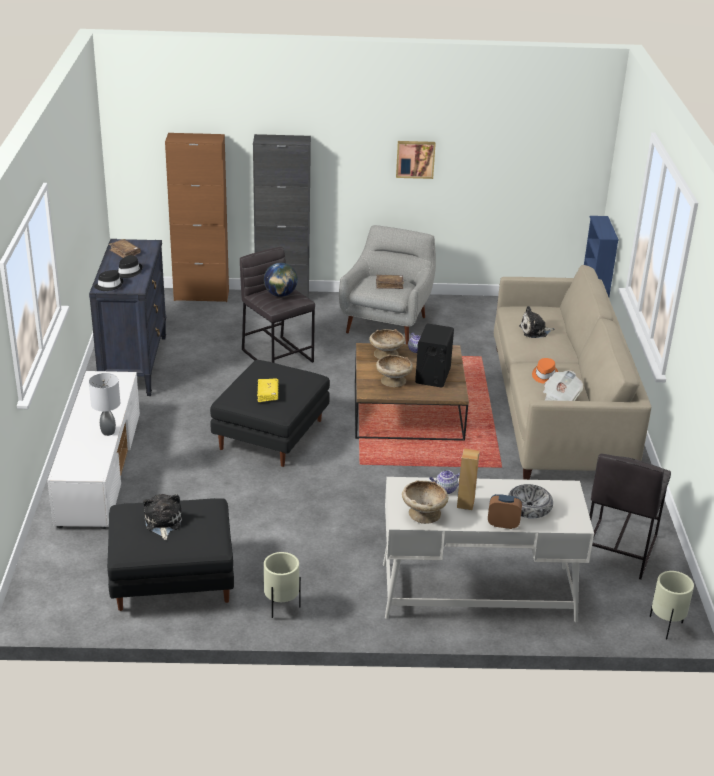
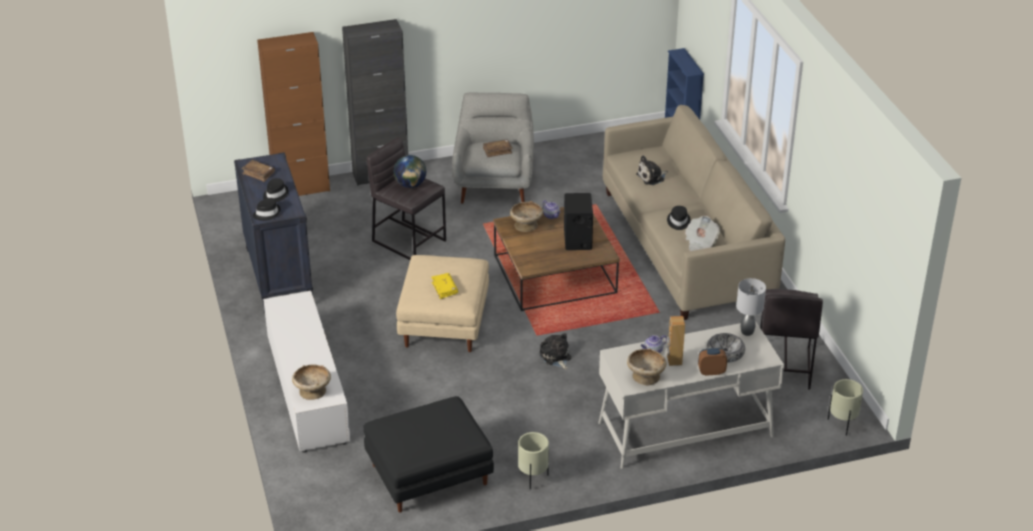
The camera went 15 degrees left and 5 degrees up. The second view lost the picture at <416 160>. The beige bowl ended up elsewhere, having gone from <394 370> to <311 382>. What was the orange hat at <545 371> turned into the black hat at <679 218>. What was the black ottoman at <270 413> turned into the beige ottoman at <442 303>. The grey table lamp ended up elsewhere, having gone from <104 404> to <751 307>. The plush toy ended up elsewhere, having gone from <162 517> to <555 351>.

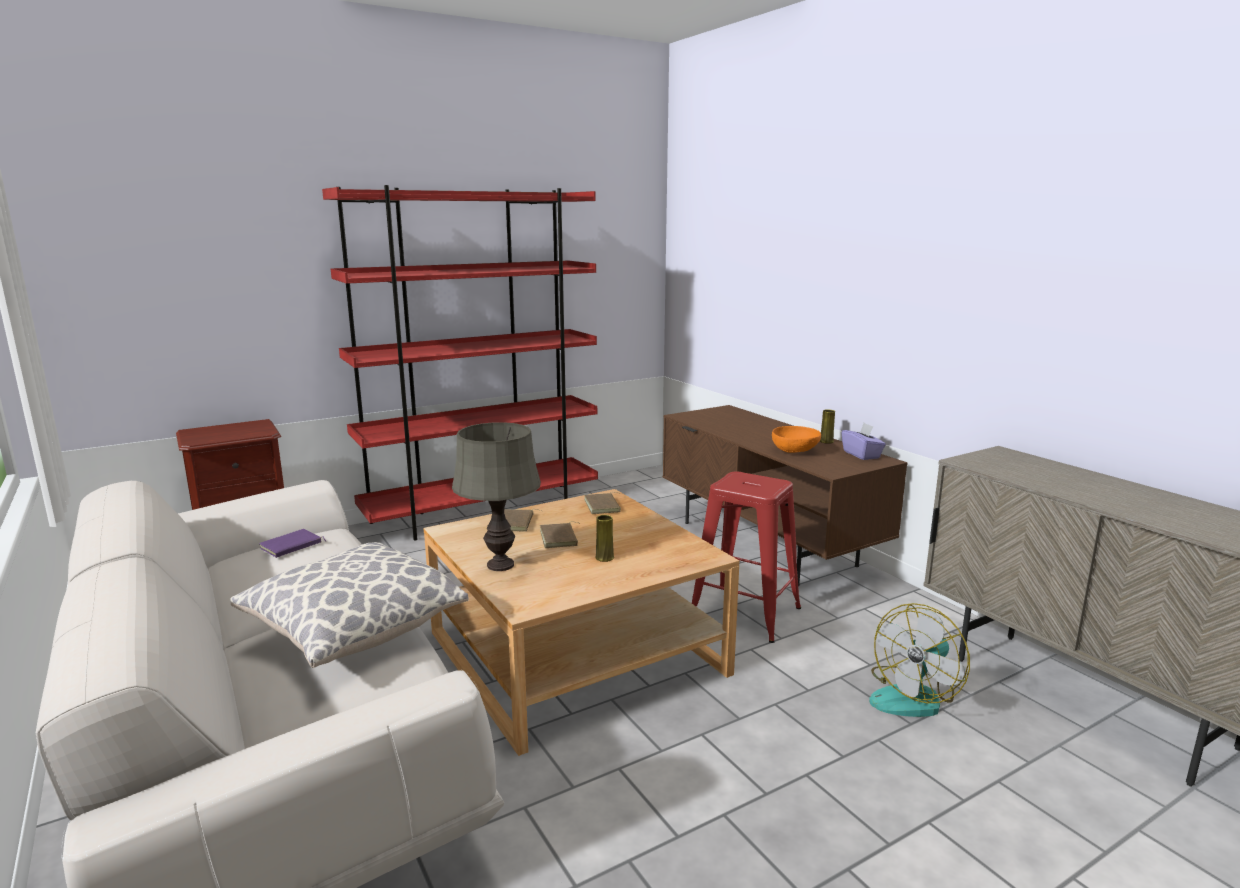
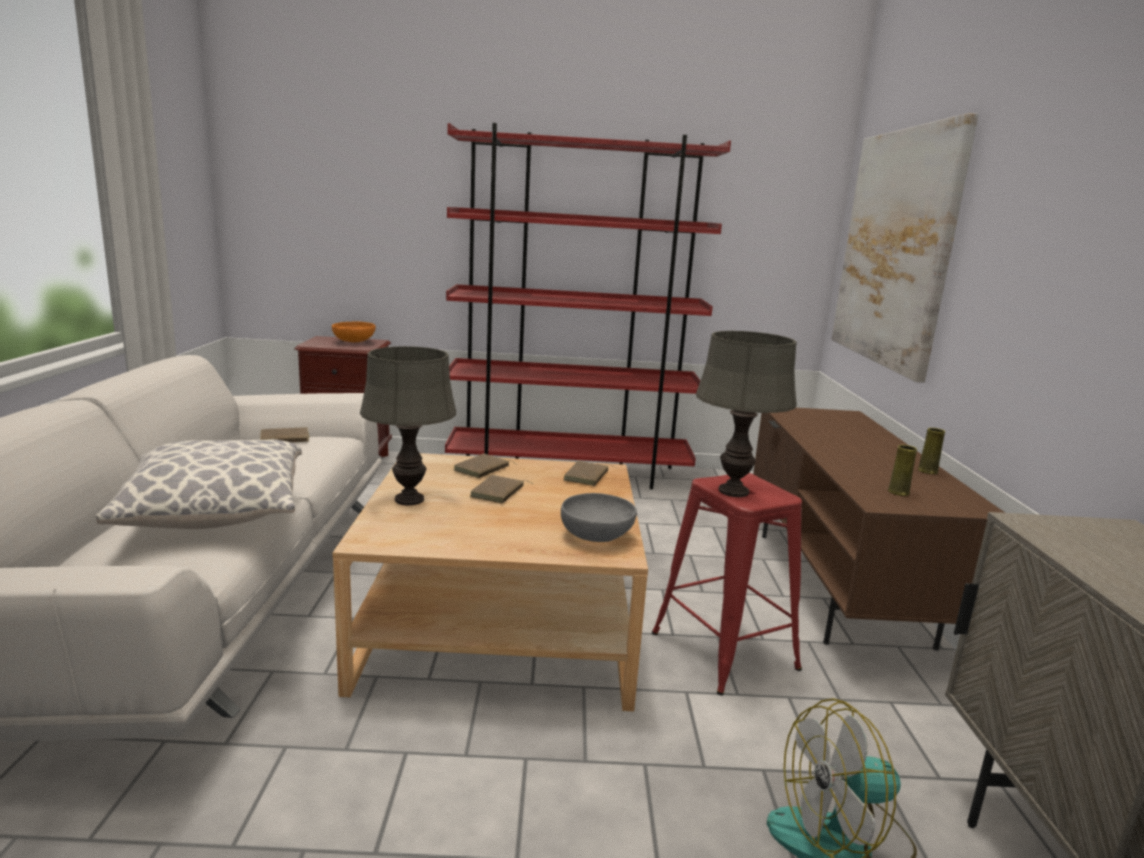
The camera went 30 degrees right and 0 degrees up. The second view lost the purple tissue box at <863 441>. The orange bowl ended up elsewhere, having gone from <796 439> to <354 332>. The yellow vase ended up elsewhere, having gone from <604 538> to <902 470>. What was the purple book at <292 543> turned into the brown book at <284 435>. The second view gained the picture at <905 248>. The second view gained the grey table lamp at <746 414>. The second view gained the grey bowl at <599 517>.

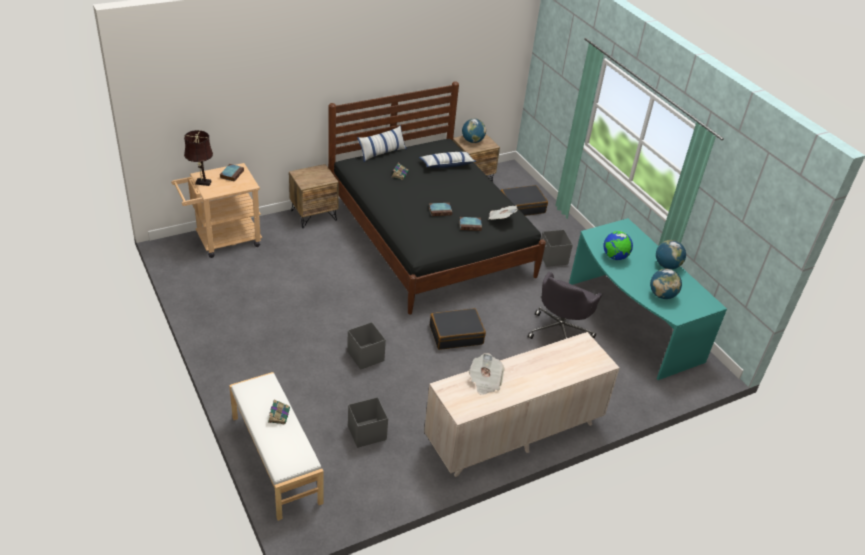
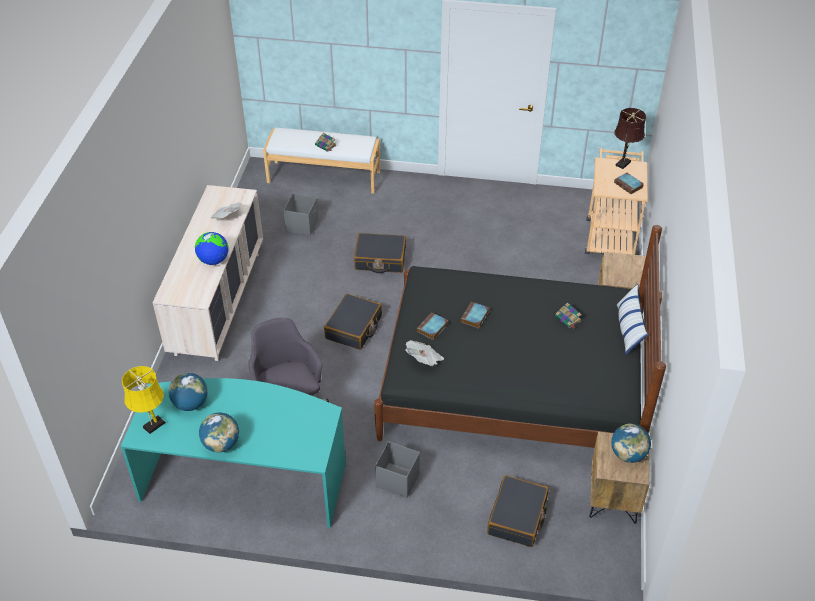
The camera went 130 degrees right and 5 degrees up. The second view lost the pillow at <447 160>. The globe ended up elsewhere, having gone from <618 245> to <212 248>. Where the grey storage box stood at <366 346>, the black suitcase came to stand at <380 253>. The second view gained the yellow table lamp at <144 400>.

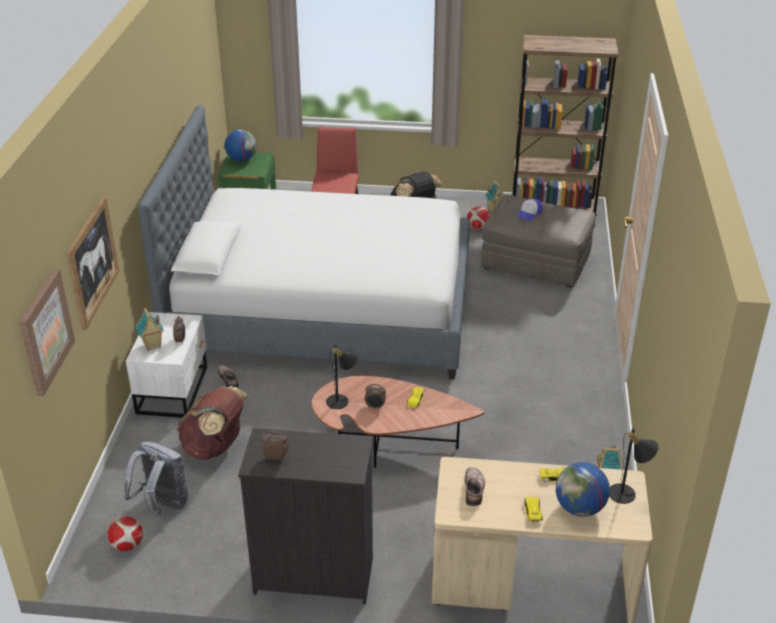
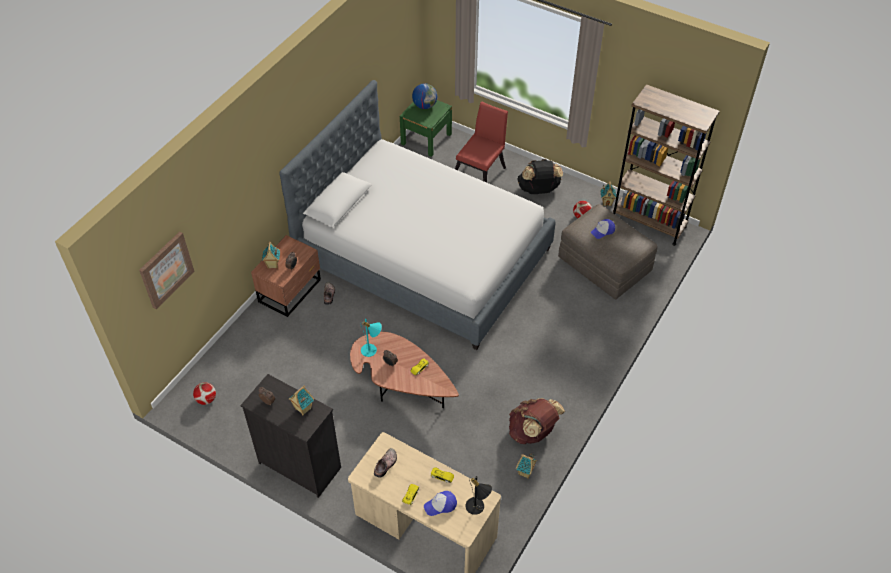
The camera went 25 degrees right and 15 degrees up. The second view lost the picture at <92 264>. What was the white nightstand at <166 365> turned into the brown nightstand at <286 276>. What was the black table lamp at <342 376> turned into the turquoise table lamp at <371 338>. The brown backpack ended up elsewhere, having gone from <212 423> to <537 421>. The second view lost the grey backpack at <156 479>. Where the globe stood at <583 489>, the cap came to stand at <440 503>. The second view gained the toy house at <301 400>.

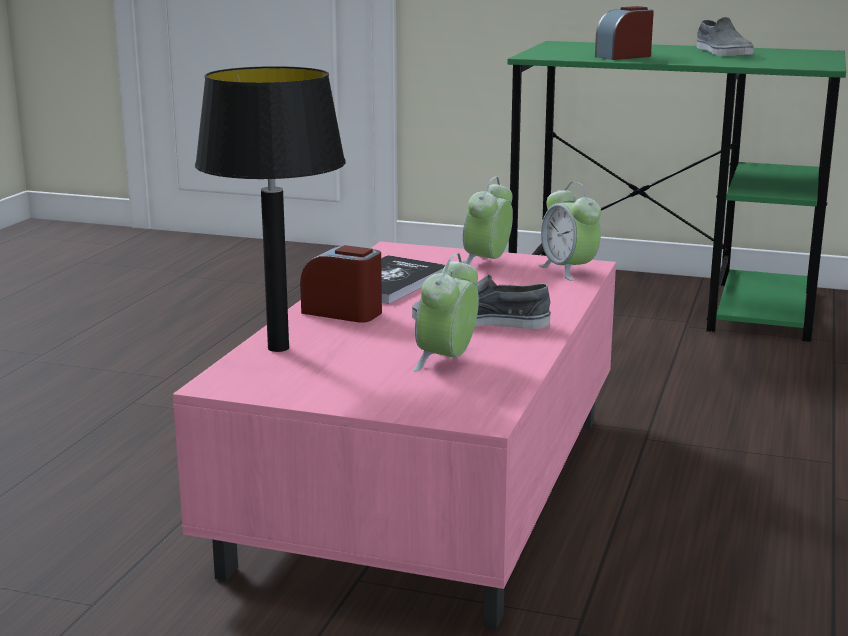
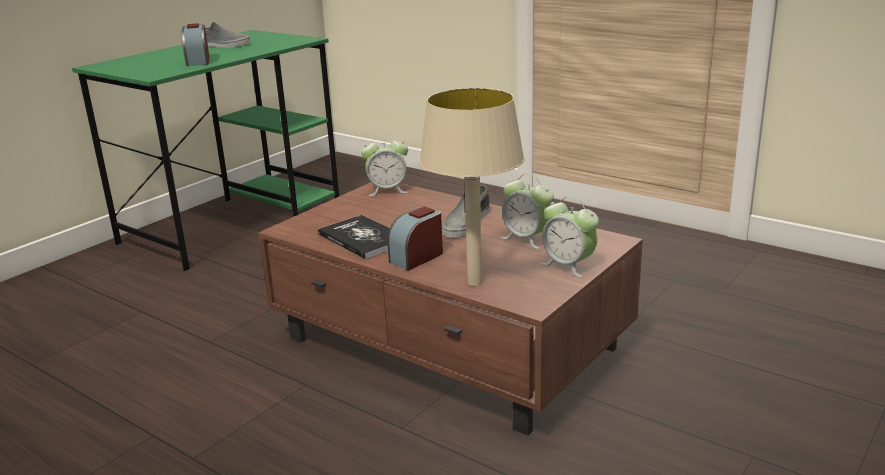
The camera went 70 degrees left and 5 degrees up. What was the black table lamp at <270 209> turned into the beige table lamp at <471 187>. The alarm clock ended up elsewhere, having gone from <488 221> to <570 237>. What was the pink coffee table at <394 436> turned into the brown coffee table at <451 309>.

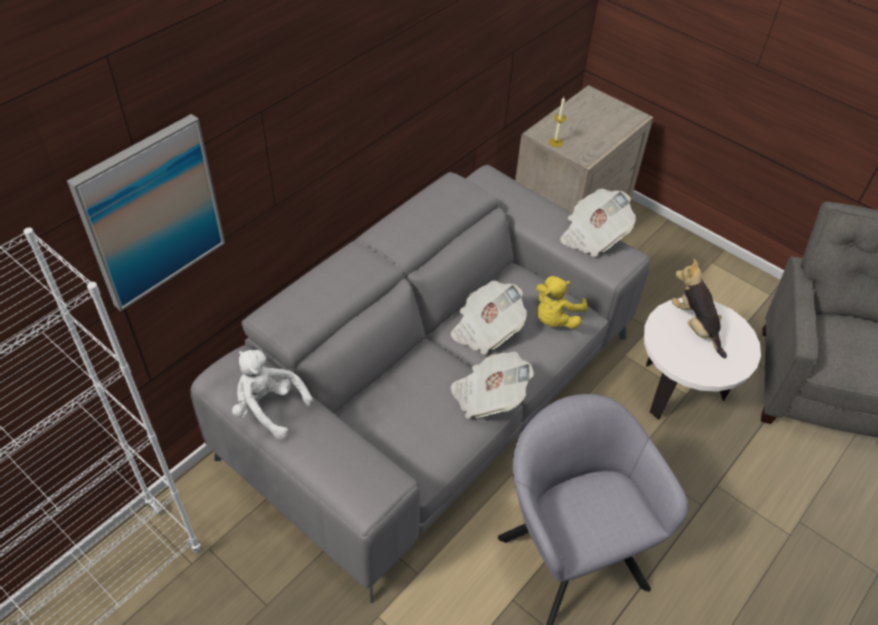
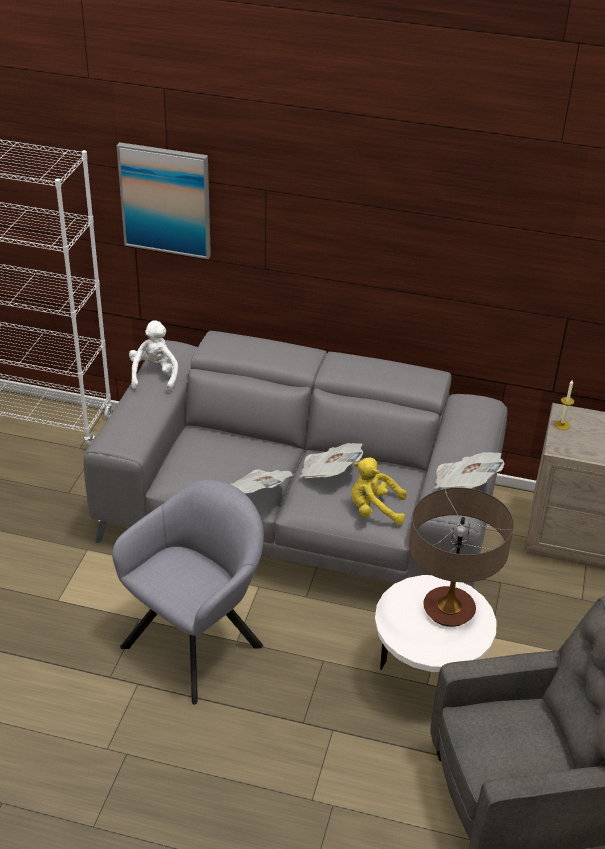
The camera went 65 degrees right and 10 degrees down. Where the plush toy stood at <699 308>, the table lamp came to stand at <461 557>.

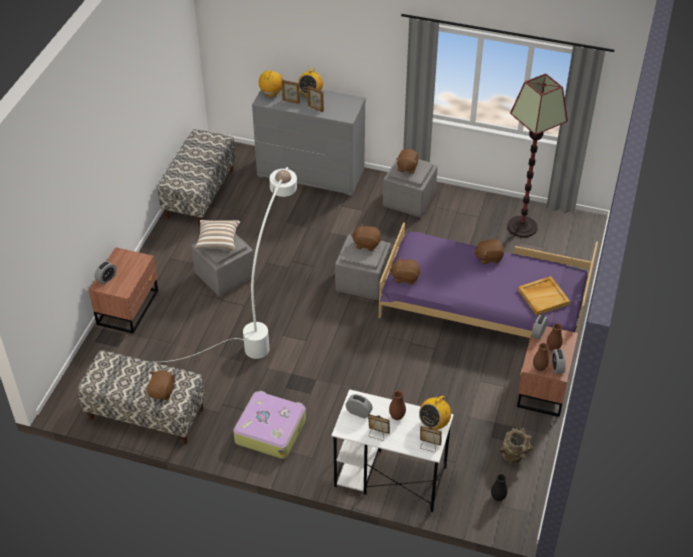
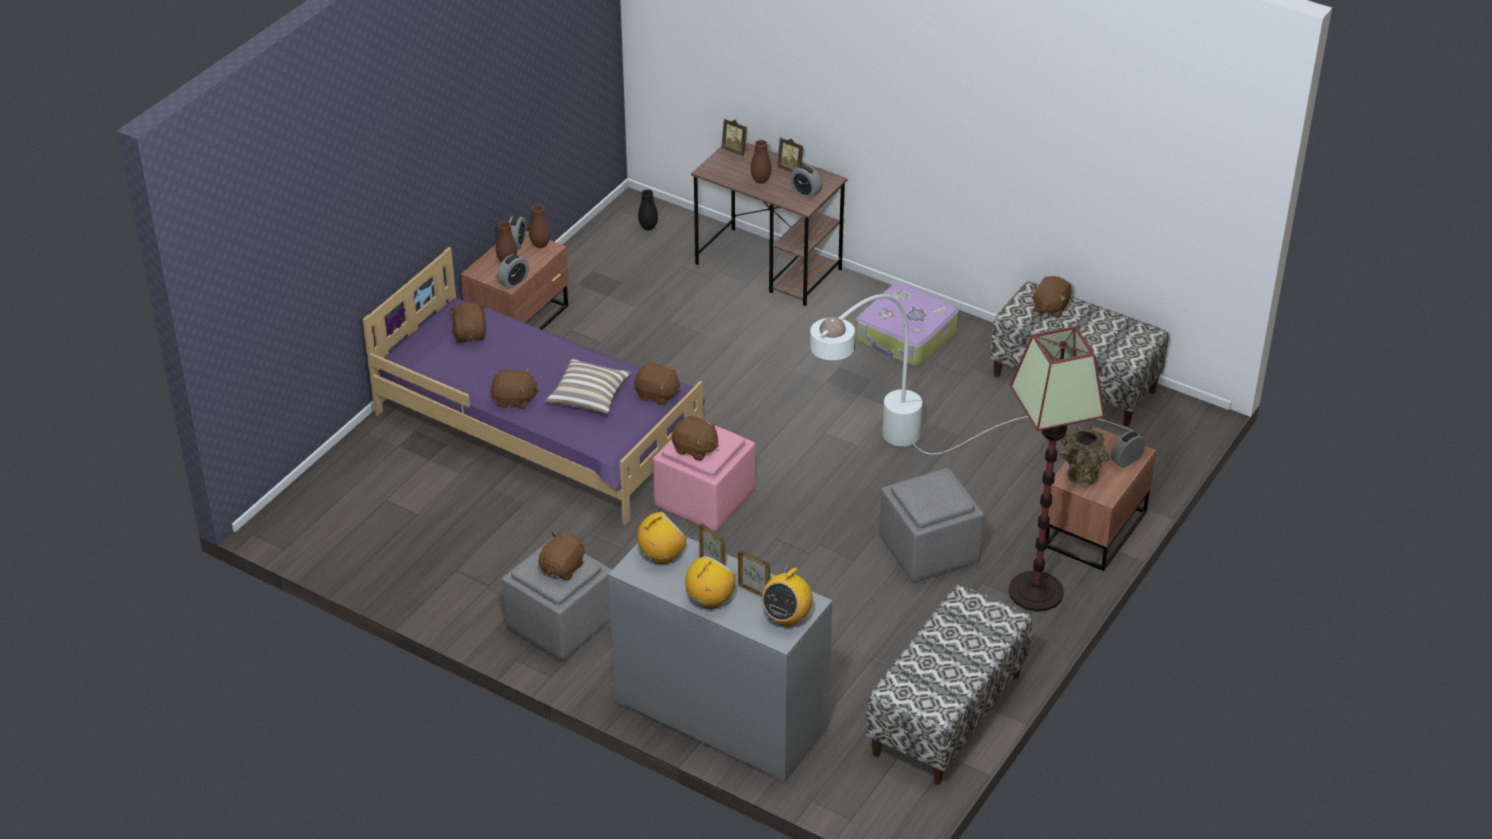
The camera went 165 degrees left and 5 degrees down. The floor lamp ended up elsewhere, having gone from <537 155> to <1057 469>. The pillow ended up elsewhere, having gone from <217 235> to <588 386>. What was the grey ottoman at <363 267> turned into the pink ottoman at <704 476>. Where the beige tray stood at <544 295>, the brown plush toy came to stand at <468 323>. What was the white desk at <393 450> turned into the brown desk at <769 224>. The radio ended up elsewhere, having gone from <435 410> to <662 538>. The brown vase ended up elsewhere, having gone from <516 446> to <1084 456>.

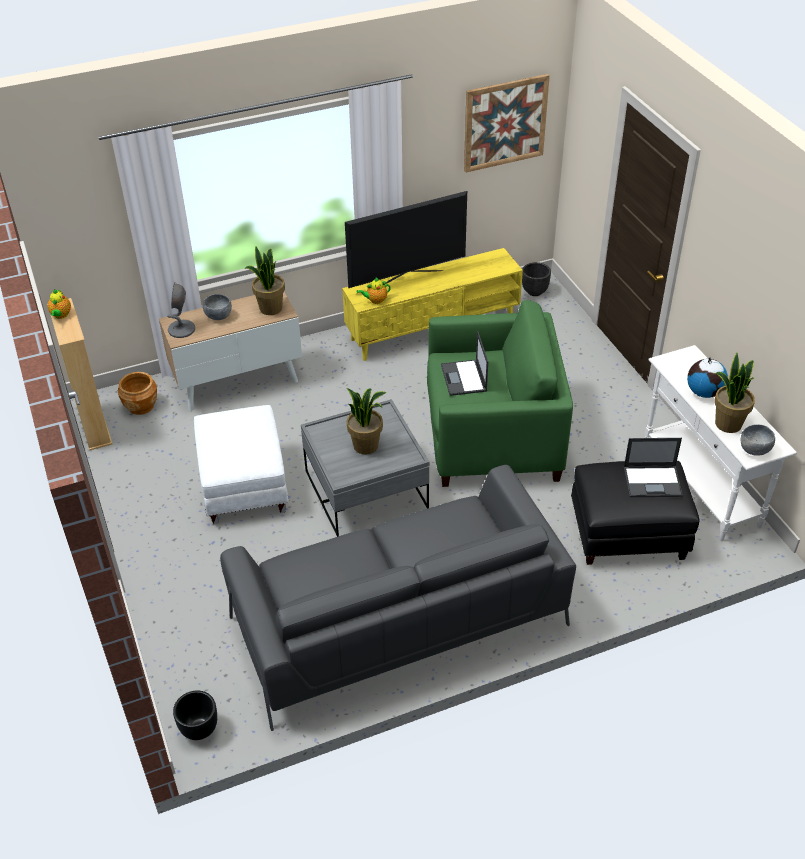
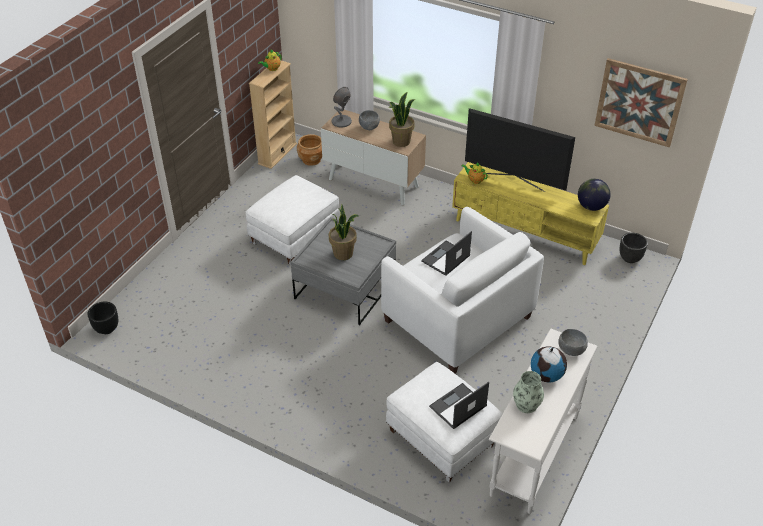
The camera went 50 degrees right and 0 degrees up. What was the green armchair at <500 393> turned into the white armchair at <462 290>. Where the potted plant stood at <734 393>, the vase came to stand at <528 392>. The grey bowl ended up elsewhere, having gone from <758 439> to <573 342>. The laptop at <653 467> ended up facing another way, 90 degrees clockwise from before. What was the black ottoman at <635 513> turned into the white ottoman at <444 422>. The second view lost the grey sofa at <398 598>. The second view gained the globe at <594 195>.

